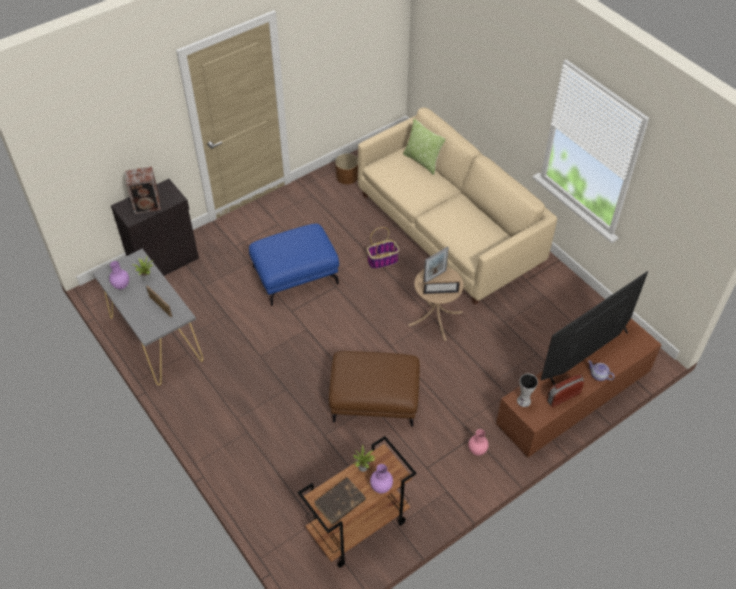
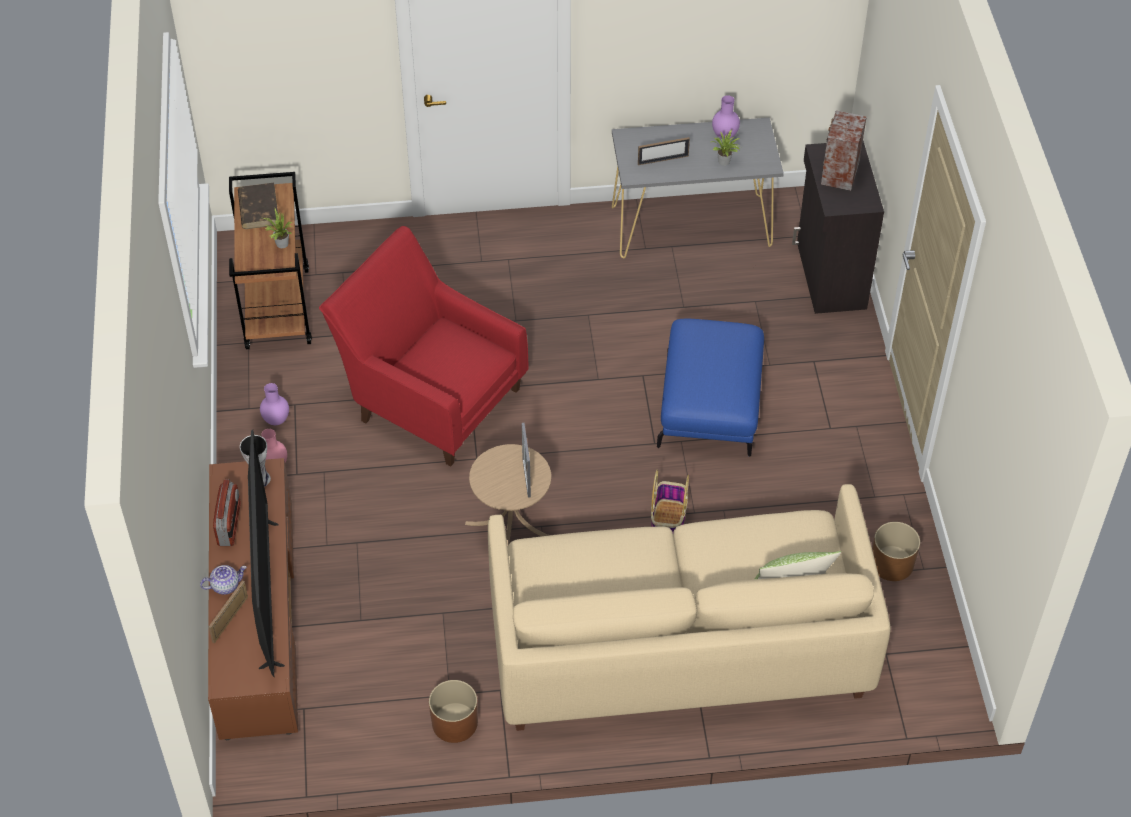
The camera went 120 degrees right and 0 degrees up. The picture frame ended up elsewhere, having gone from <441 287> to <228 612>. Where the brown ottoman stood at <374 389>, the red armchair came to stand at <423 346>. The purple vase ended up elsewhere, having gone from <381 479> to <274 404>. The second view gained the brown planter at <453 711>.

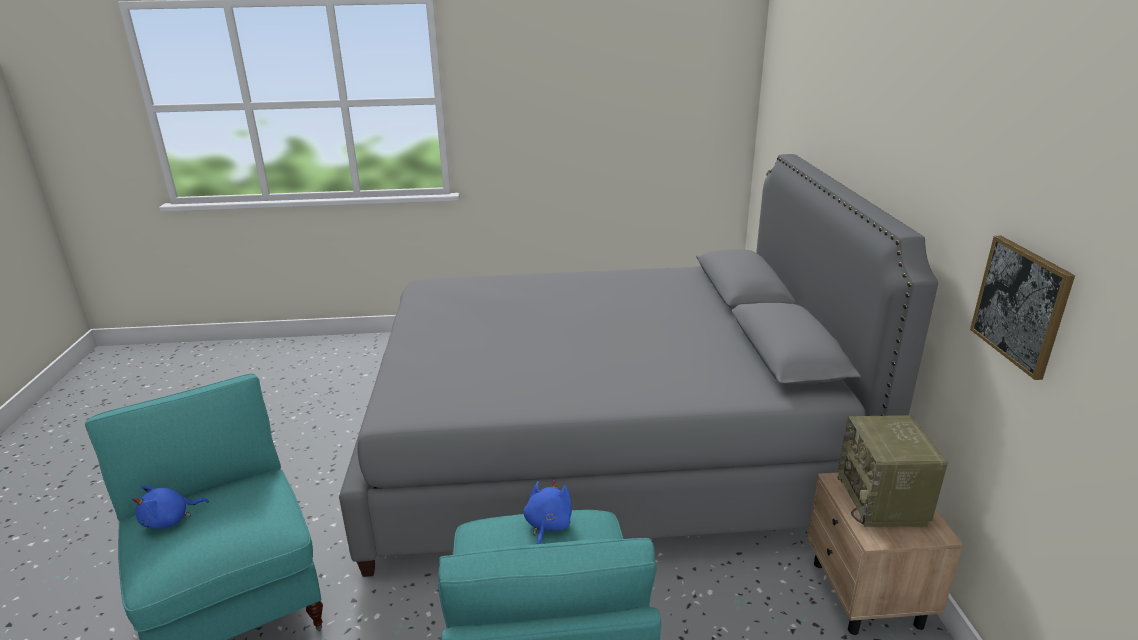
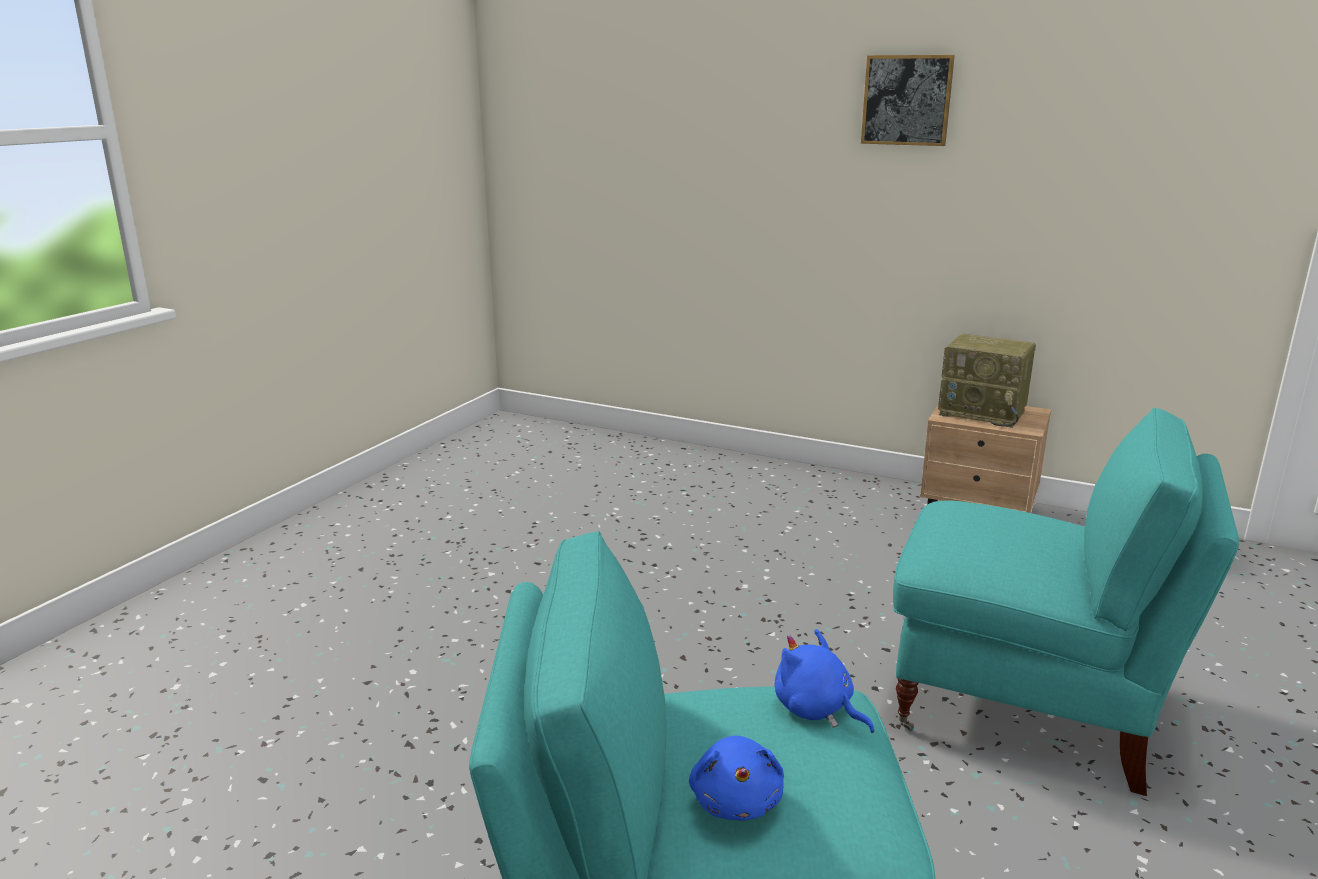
The camera went 60 degrees left and 5 degrees down. The second view lost the grey bed at <638 365>. The picture ended up elsewhere, having gone from <1022 308> to <908 100>. The blue plush toy ended up elsewhere, having gone from <548 511> to <824 681>.

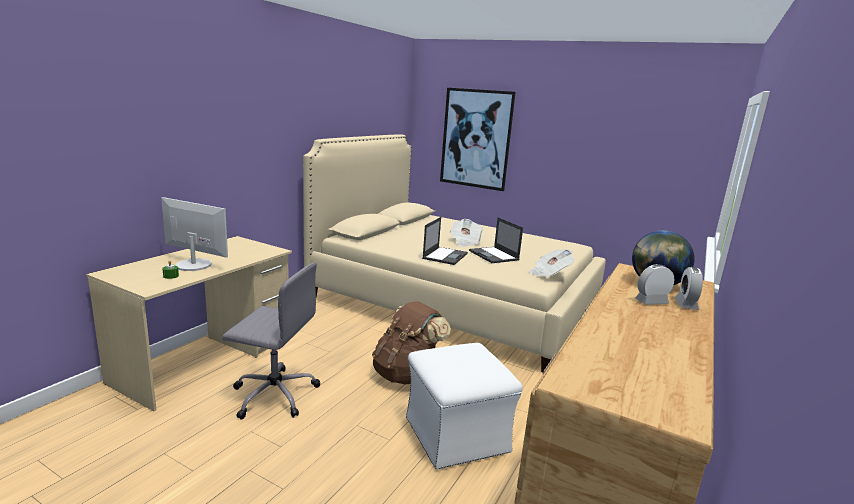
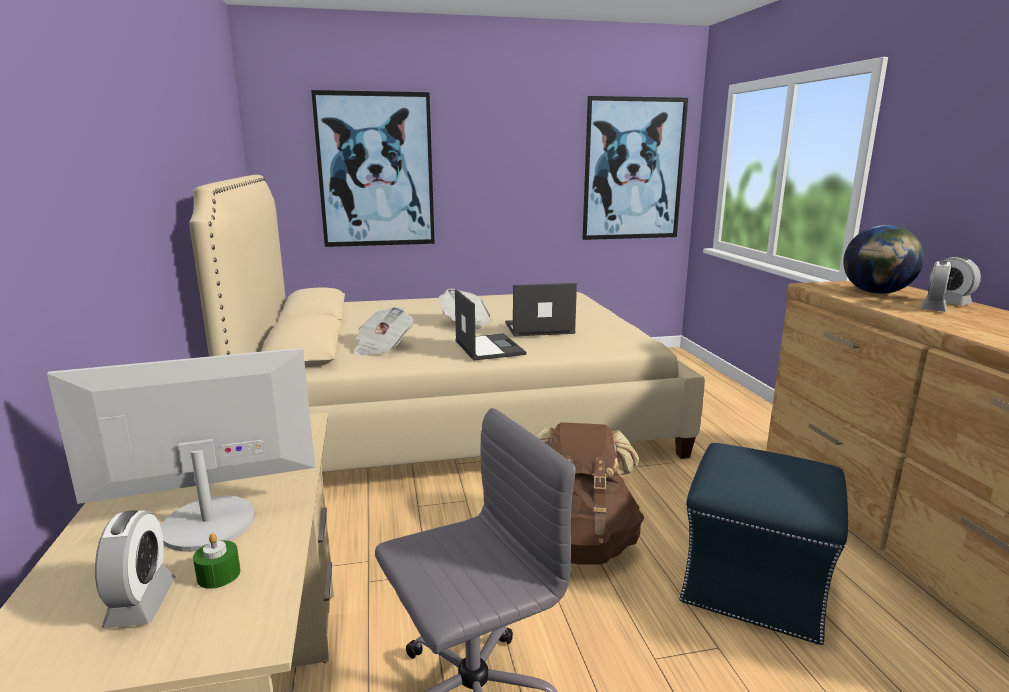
The camera went 40 degrees left and 0 degrees up. The laptop at <496 240> ended up facing another way, 150 degrees clockwise from before. The newspaper ended up elsewhere, having gone from <551 263> to <383 331>. What was the white ottoman at <464 406> turned into the blue ottoman at <763 544>. The second view gained the picture at <635 168>. The second view gained the alarm clock at <135 569>.

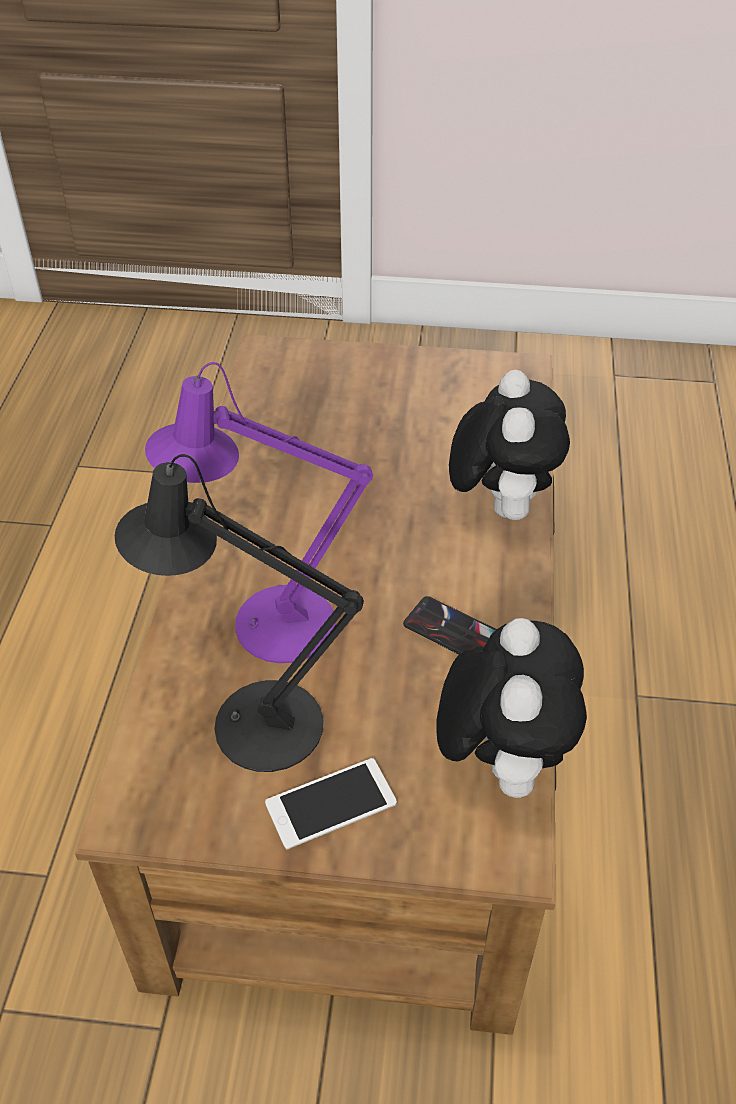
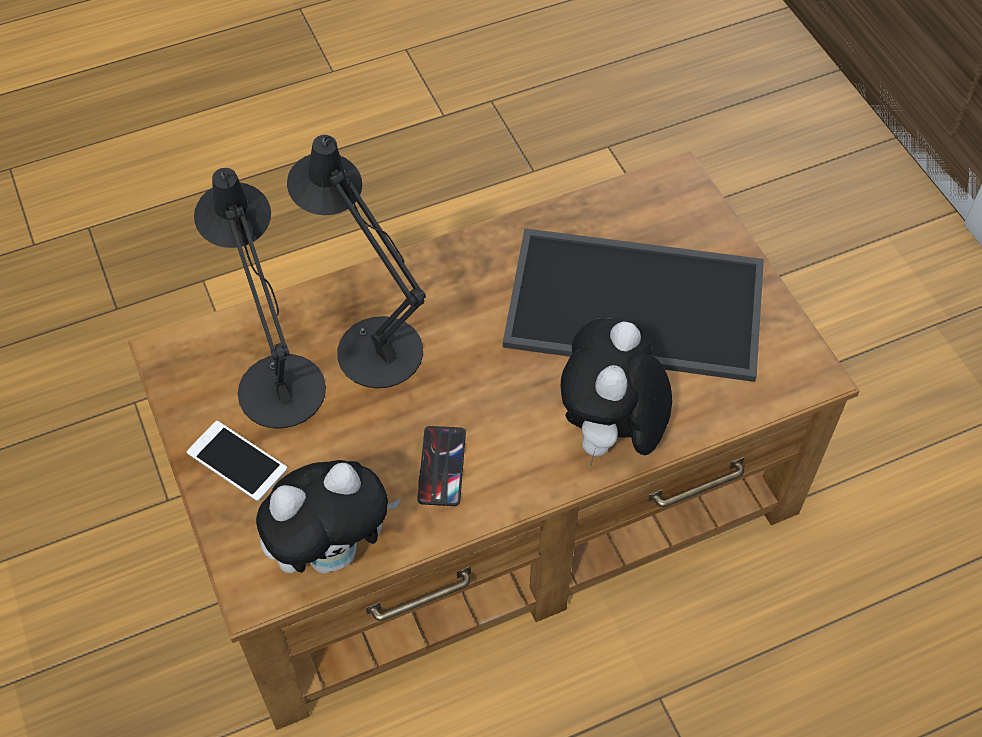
The camera went 60 degrees right and 10 degrees up. What was the purple table lamp at <259 512> turned into the black table lamp at <356 261>. The plush toy at <509 445> ended up facing another way, 135 degrees clockwise from before. The second view gained the tray at <633 305>.

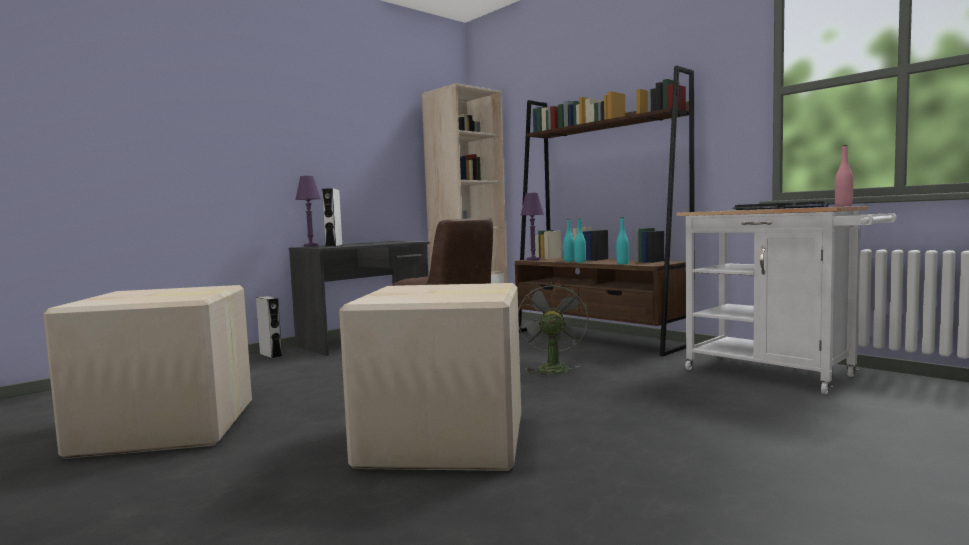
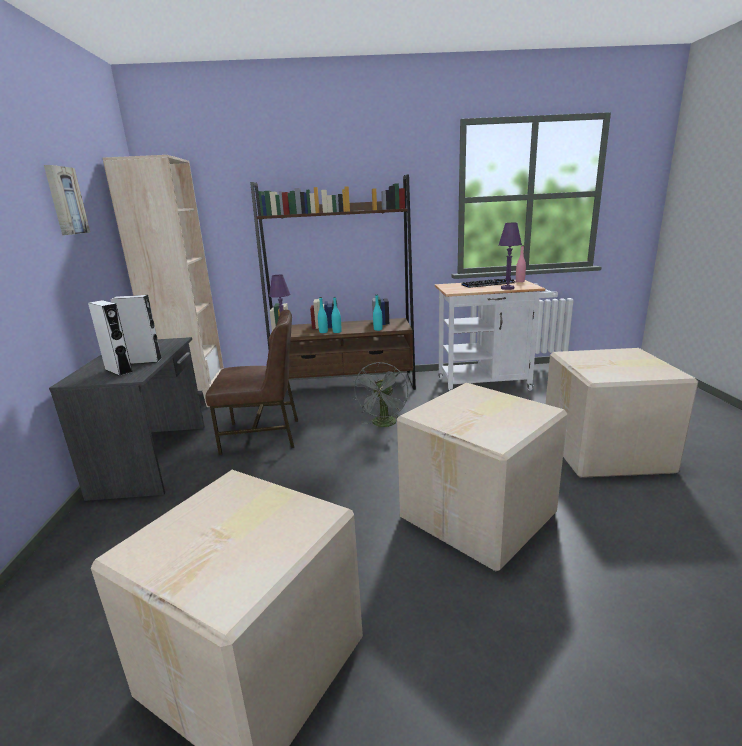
The camera went 50 degrees left and 15 degrees up. The purple table lamp ended up elsewhere, having gone from <308 211> to <510 256>. The grey fan at <553 329> ended up facing another way, 120 degrees counterclockwise from before. The grey speaker ended up elsewhere, having gone from <269 327> to <136 329>. The second view gained the picture at <67 200>. The second view gained the cardboard box at <622 413>.

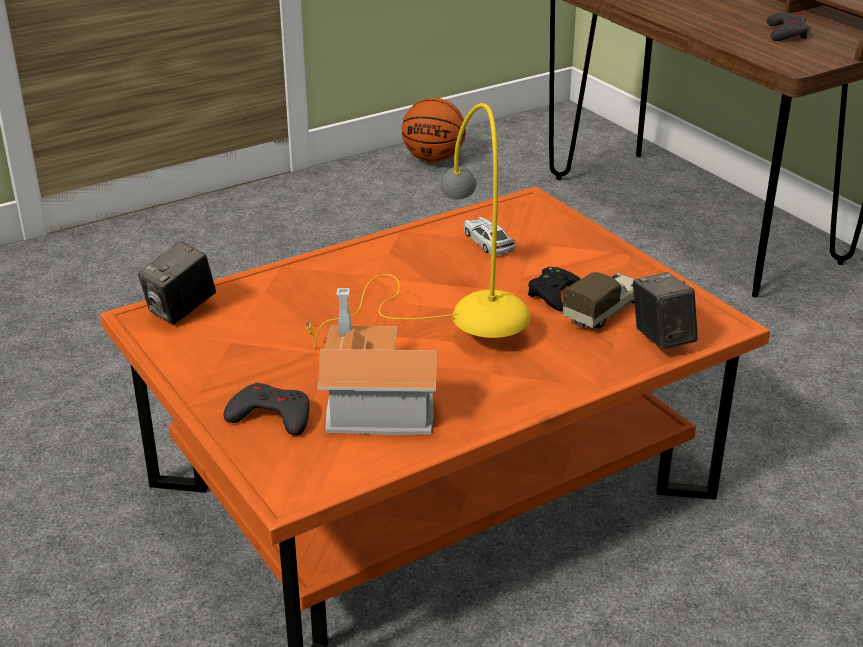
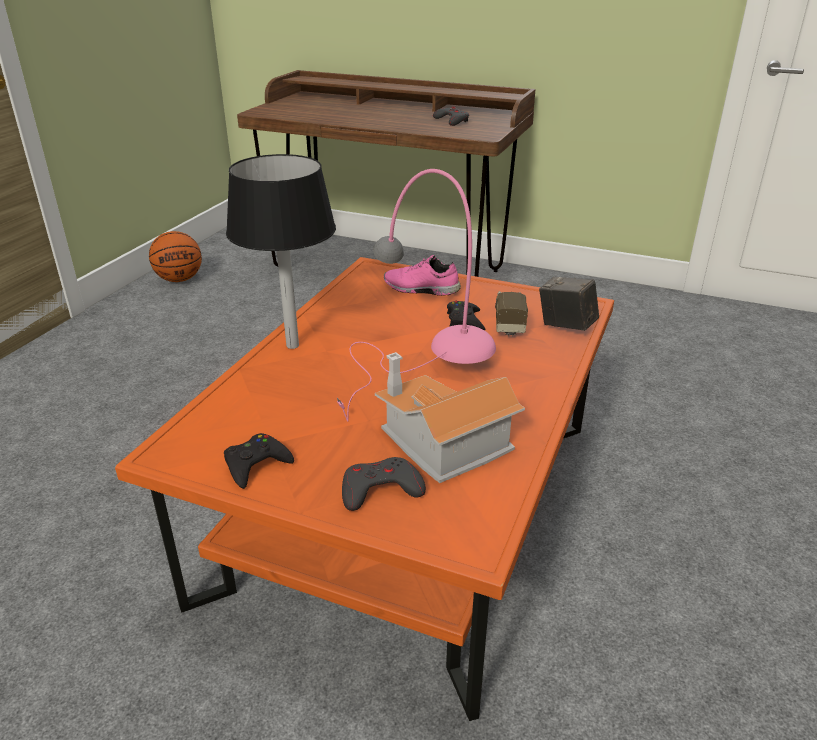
The camera went 35 degrees left and 0 degrees up. What was the yellow table lamp at <418 226> turned into the pink table lamp at <416 295>. The second view lost the toy car at <489 236>. The second view lost the photo camera at <177 283>. The second view gained the black table lamp at <281 251>. The second view gained the pink shoe at <422 275>. The second view gained the black game controller at <259 461>.

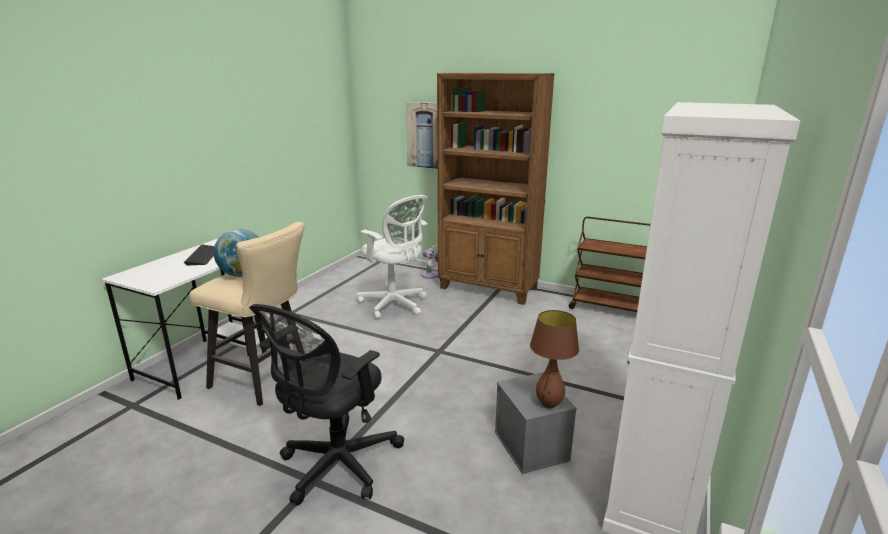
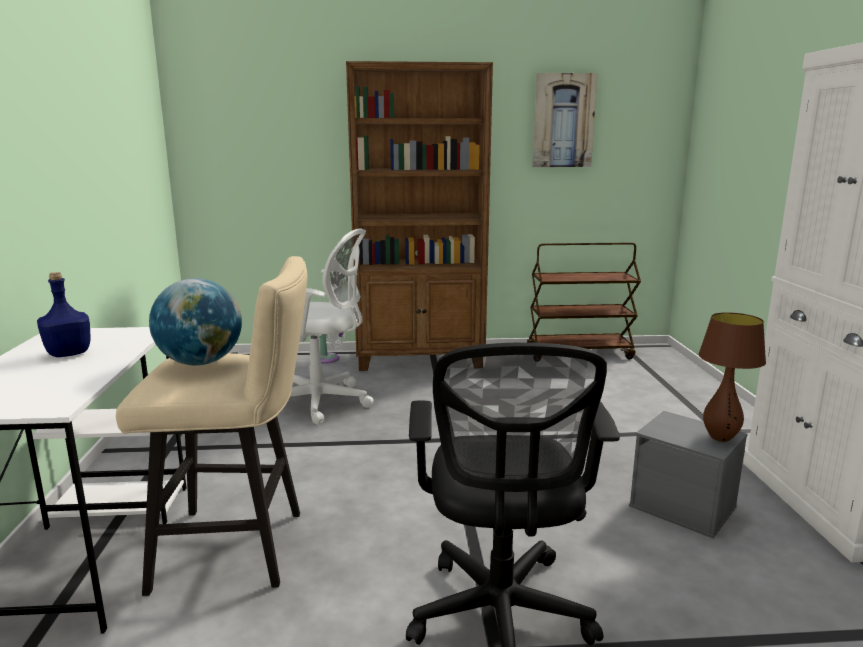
The camera went 30 degrees left and 5 degrees down. The picture ended up elsewhere, having gone from <421 135> to <564 120>. Where the keyboard stood at <199 255>, the blue bottle came to stand at <63 314>.

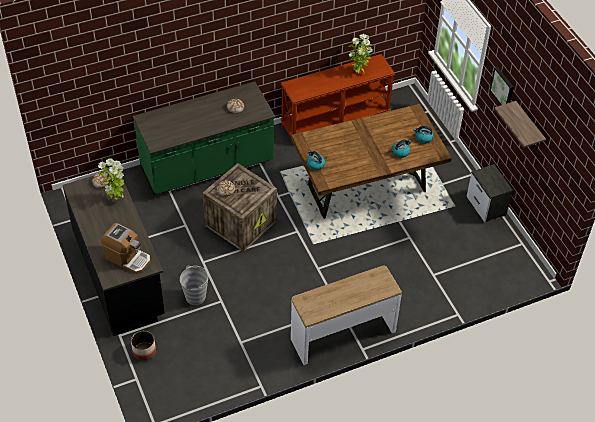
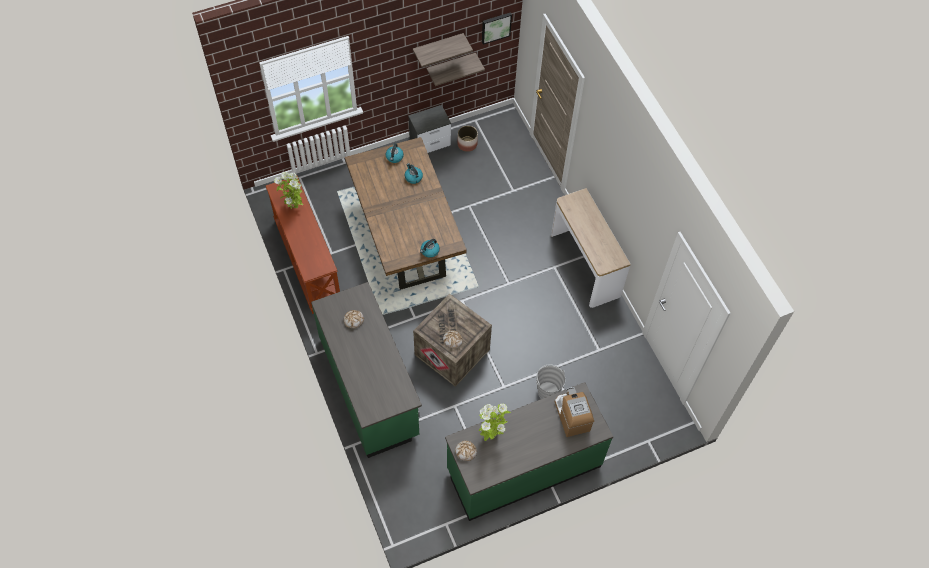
The camera went 90 degrees left and 10 degrees up. The picture ended up elsewhere, having gone from <502 86> to <497 28>. What was the black counter at <114 254> turned into the green counter at <529 451>. The coffee machine at <125 248> ended up facing another way, 45 degrees counterclockwise from before. The planter ended up elsewhere, having gone from <143 346> to <467 139>. The second view gained the shelf at <455 69>.

